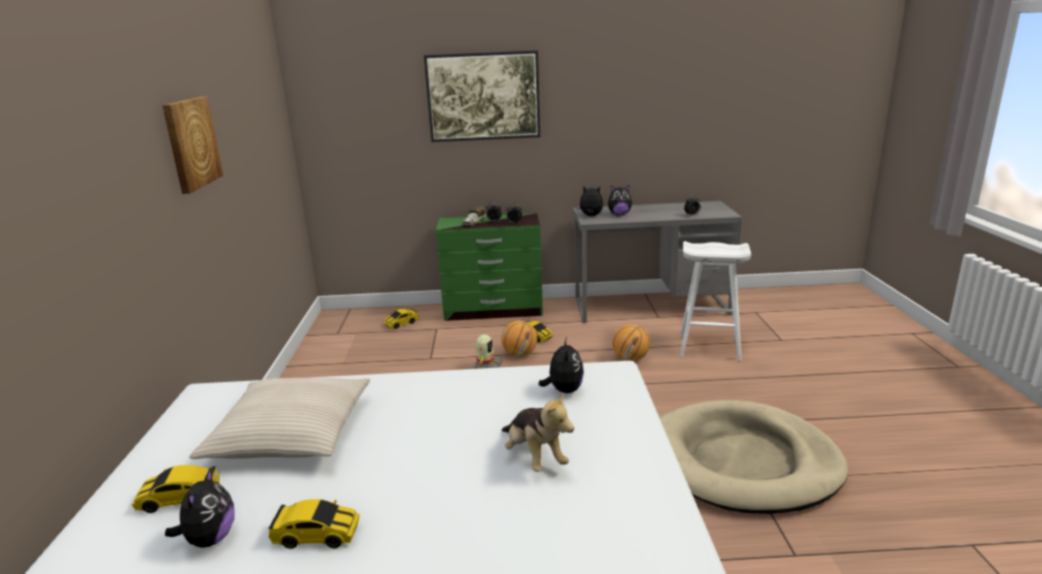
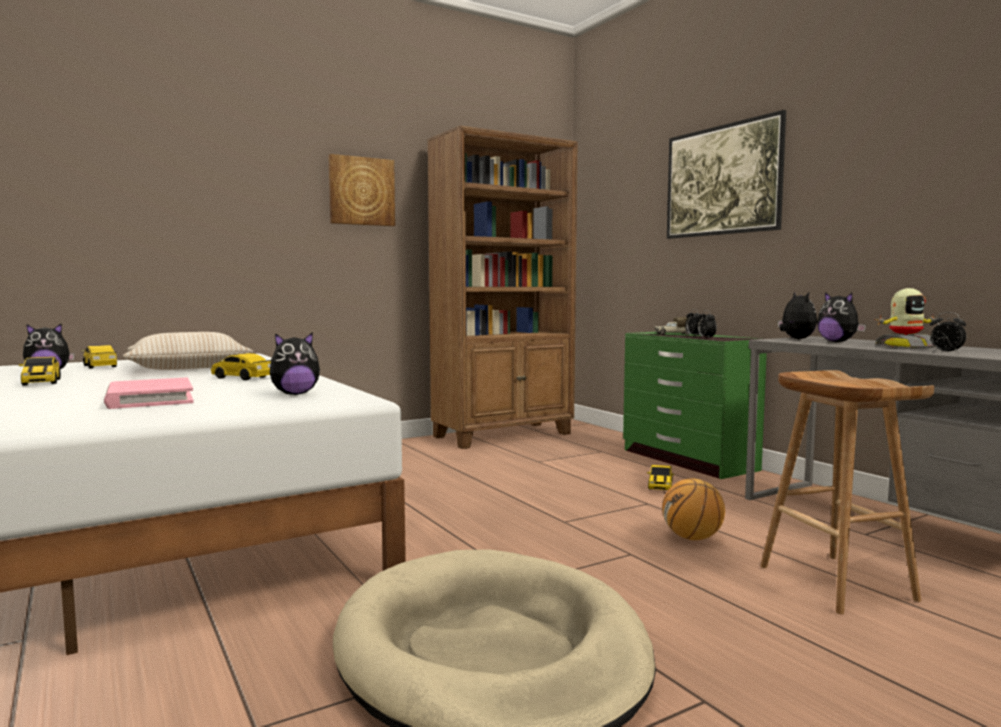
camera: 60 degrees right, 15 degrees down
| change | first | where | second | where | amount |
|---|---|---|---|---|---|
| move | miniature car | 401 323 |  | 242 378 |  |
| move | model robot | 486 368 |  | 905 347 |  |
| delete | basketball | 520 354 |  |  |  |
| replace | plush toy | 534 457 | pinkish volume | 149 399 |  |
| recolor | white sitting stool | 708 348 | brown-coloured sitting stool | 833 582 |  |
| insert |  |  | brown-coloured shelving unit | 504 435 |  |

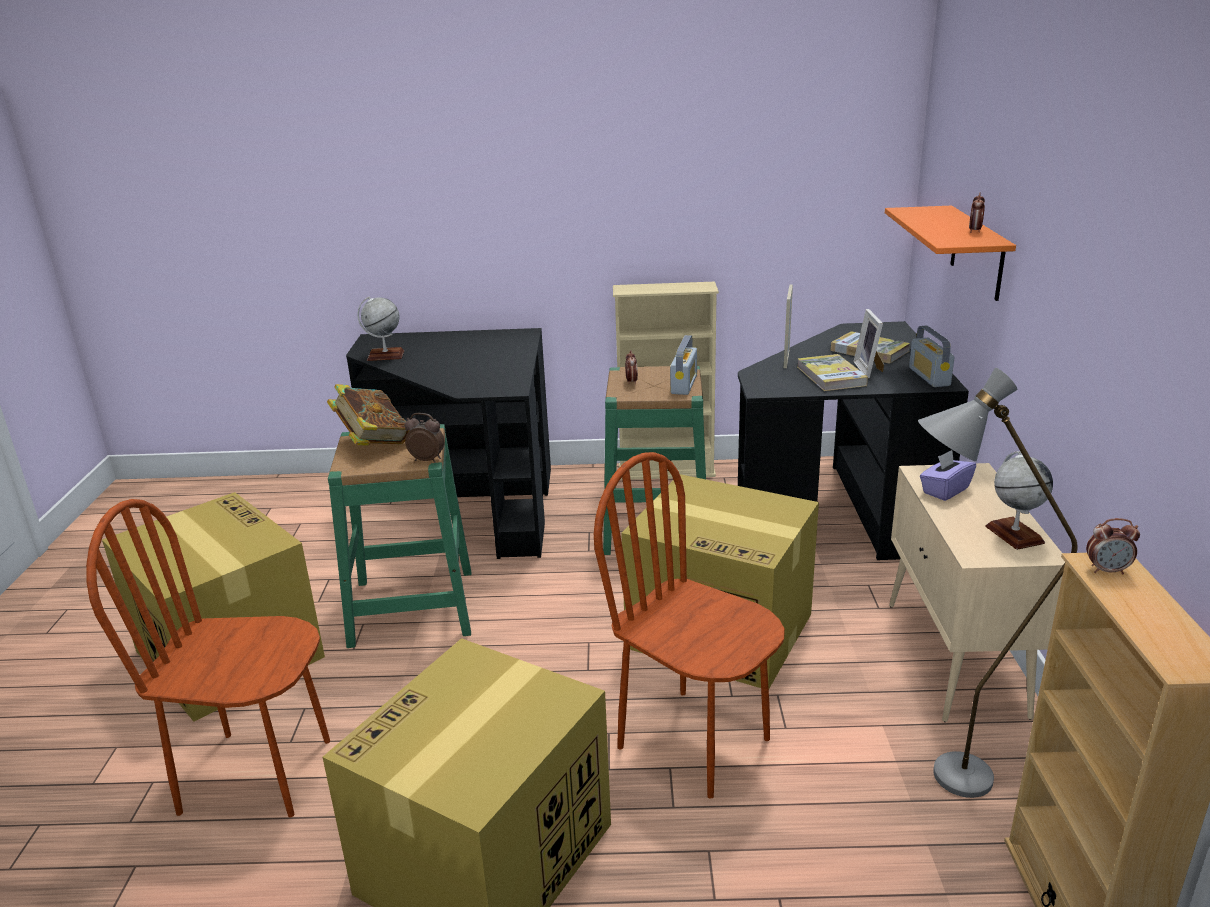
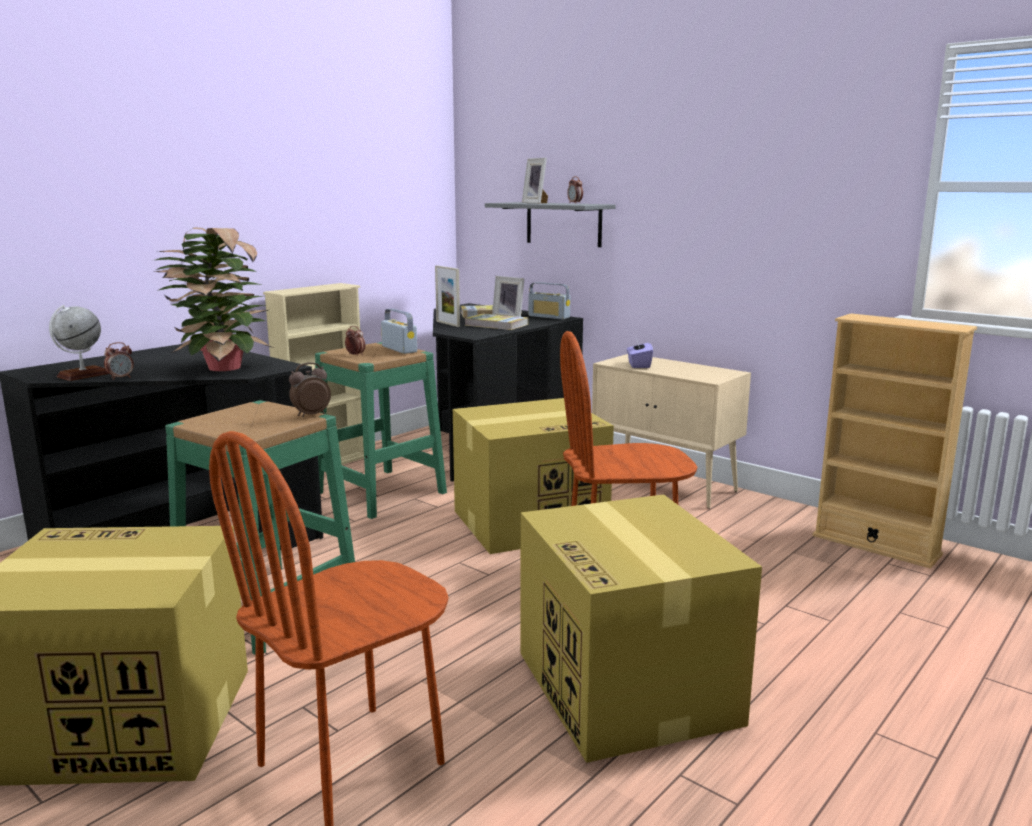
camera: 50 degrees left, 10 degrees down
| change | first | where | second | where | amount |
|---|---|---|---|---|---|
| delete | volume | 373 442 |  |  |  |
| recolor | orangey shelf | 977 252 | greyish shelf | 563 224 |  |
| delete | greyish floor lamp | 941 779 |  |  |  |
| delete | desk globe | 1014 534 |  |  |  |
| move | table clock | 1107 570 |  | 121 378 |  |
| insert |  |  | plant in a pot | 220 368 |  |
| insert |  |  | picture frame | 537 203 |  |

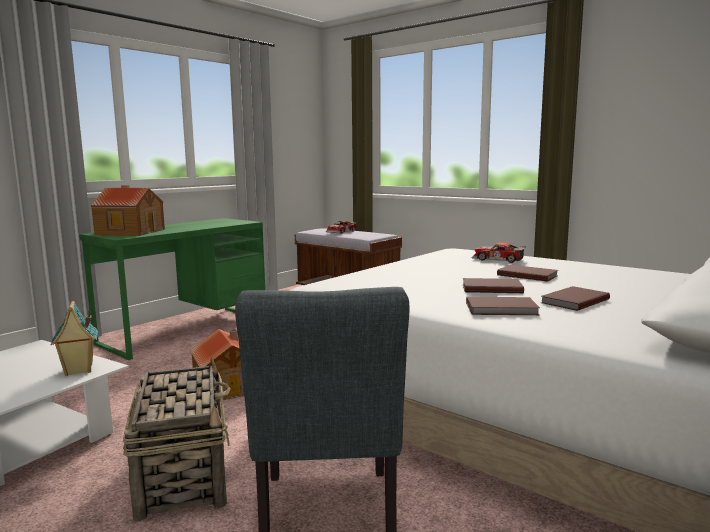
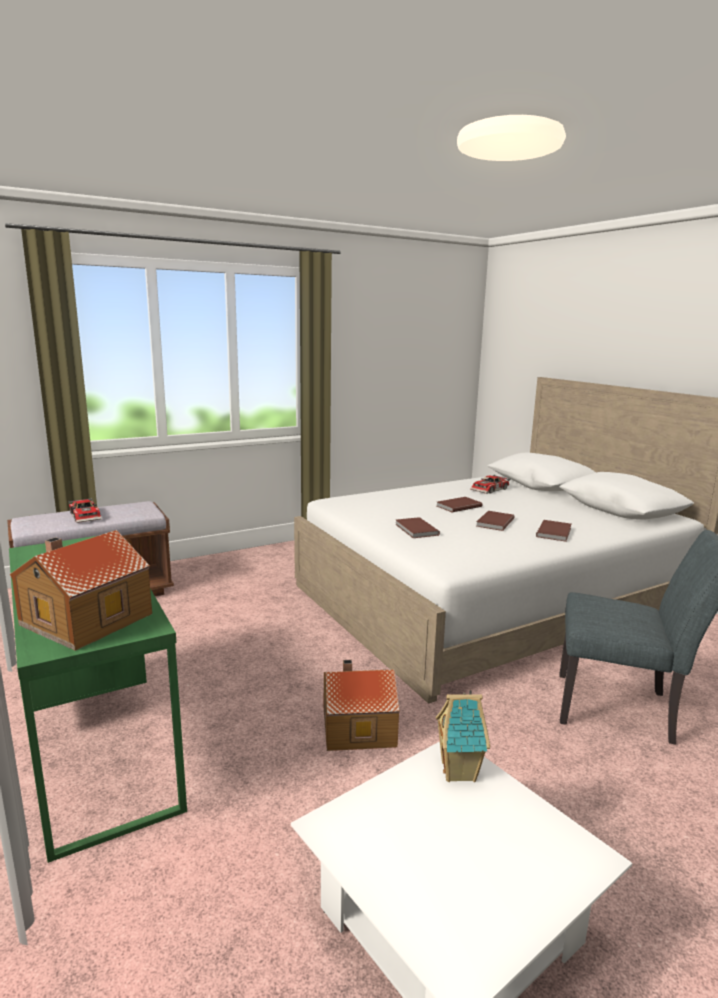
camera: 70 degrees left, 5 degrees up
| change | first | where | second | where | amount |
|---|---|---|---|---|---|
| delete | basket | 183 473 |  |  |  |
| move | miniature car | 497 259 |  | 491 490 |  |
| move | brown-coloured volume | 573 301 |  | 415 530 |  |

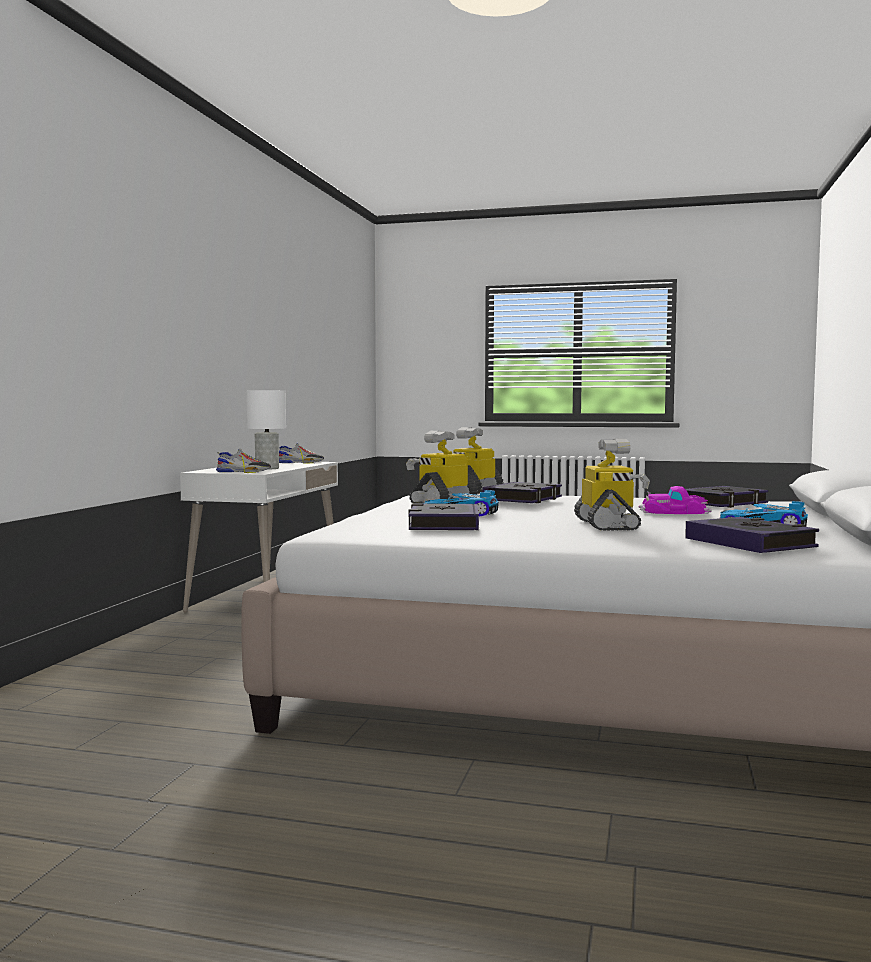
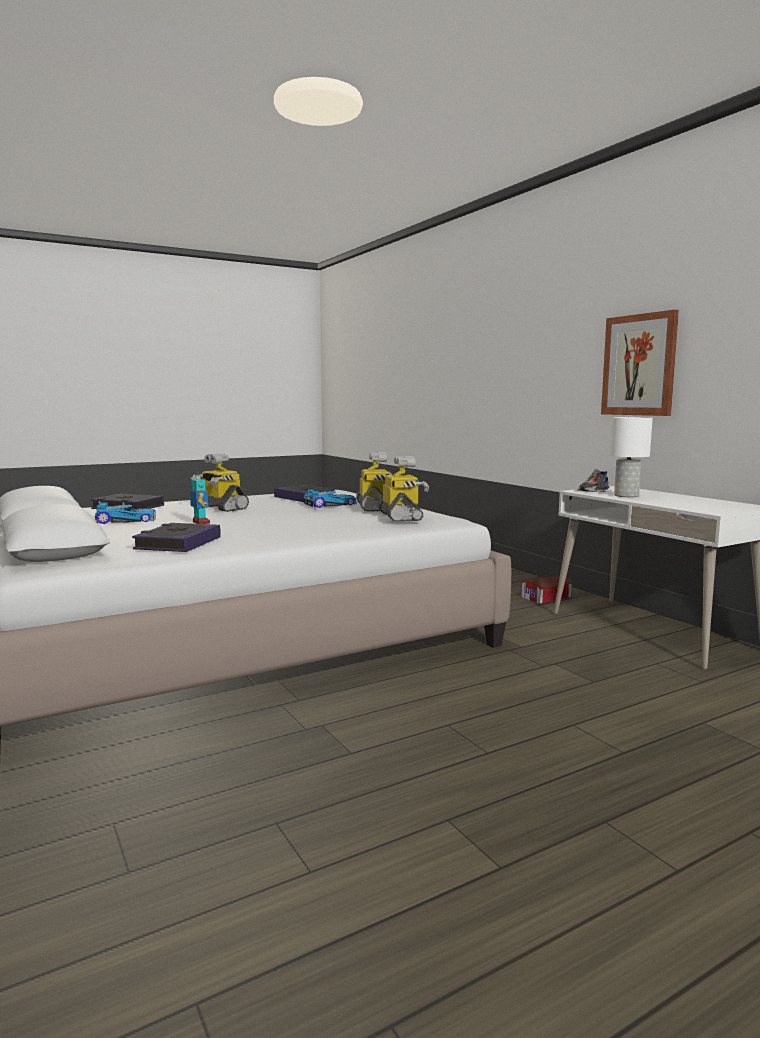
camera: 135 degrees right, 5 degrees up
| change | first | where | second | where | amount |
|---|---|---|---|---|---|
| delete | item of footwear | 300 462 |  |  |  |
| delete | volume | 523 499 |  |  |  |
| replace | miniature car | 674 512 | model robot | 200 523 |  |
| insert |  |  | miniature house | 548 597 |  |
| insert |  |  | wall picture | 639 365 |  |

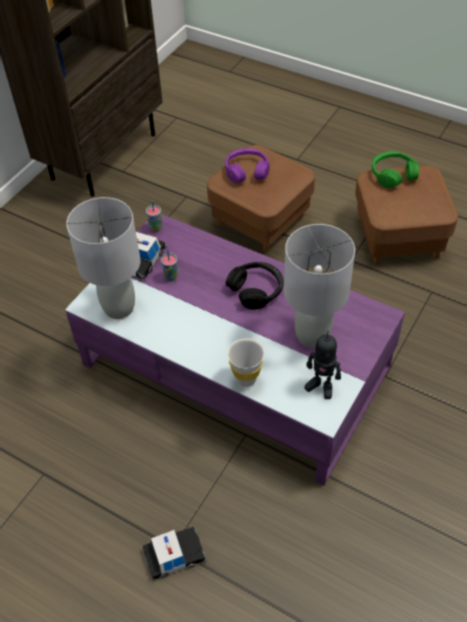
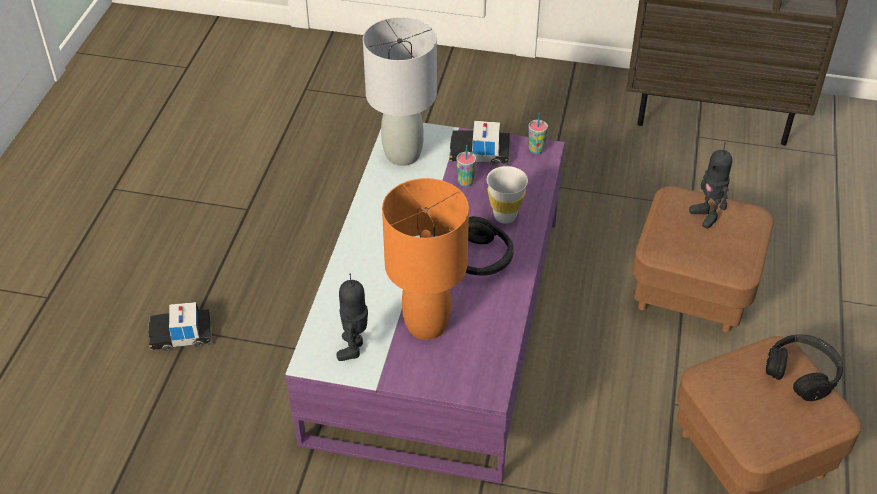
camera: 70 degrees right, 5 degrees down
| change | first | where | second | where | amount |
|---|---|---|---|---|---|
| rotate | miniature car | 174 555 |  | 181 334 | 120 degrees clockwise |
| replace | purple-coloured headset | 247 171 | model robot | 707 215 |  |
| move | white small cup | 246 379 |  | 505 216 |  |
| recolor | greyish lamp for a table | 312 336 | orangey lamp for a table | 427 325 |  |
| recolor | green headset | 393 175 | black headset | 802 373 |  |

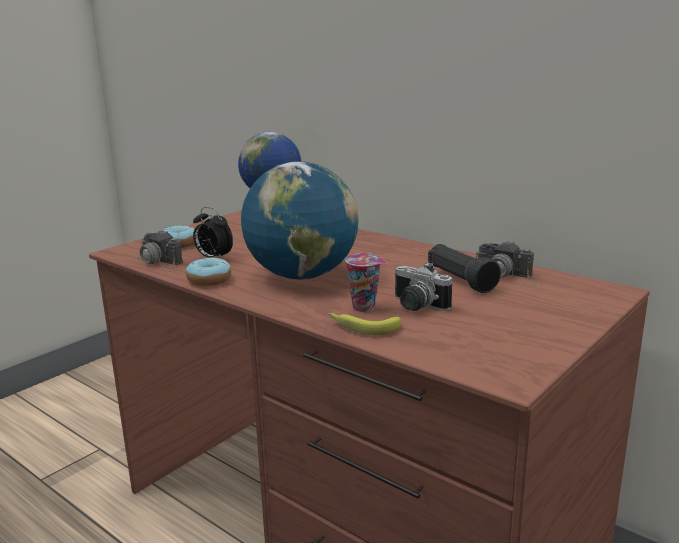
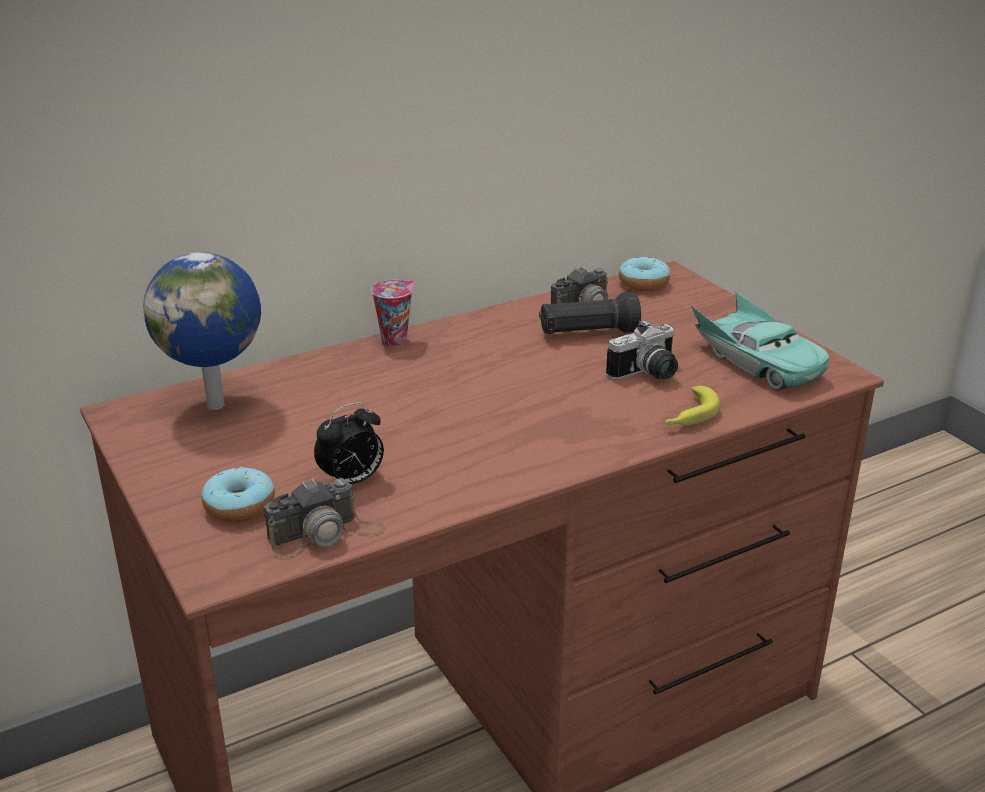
camera: 70 degrees left, 10 degrees up
| change | first | where | second | where | amount |
|---|---|---|---|---|---|
| move | ring doughnut | 209 280 |  | 643 283 |  |
| delete | desk globe | 302 276 |  |  |  |
| move | small cup | 365 307 |  | 395 340 |  |
| insert |  |  | turquoise-coloured miniature car | 758 362 |  |

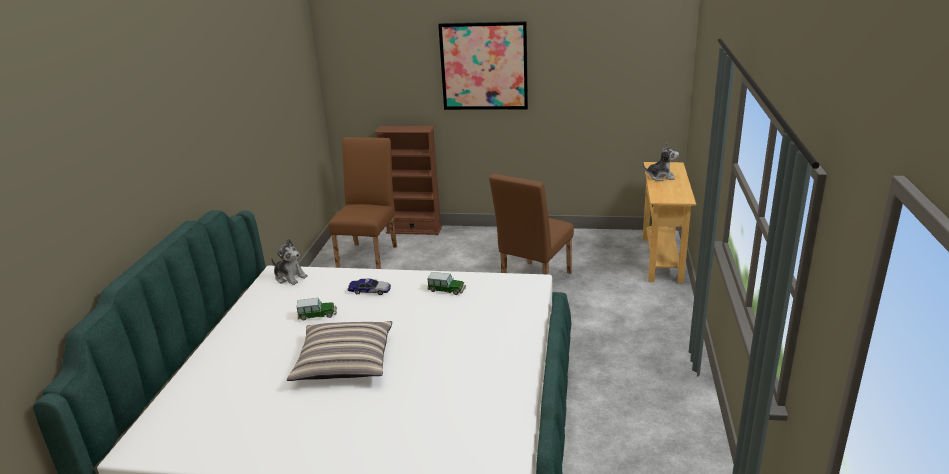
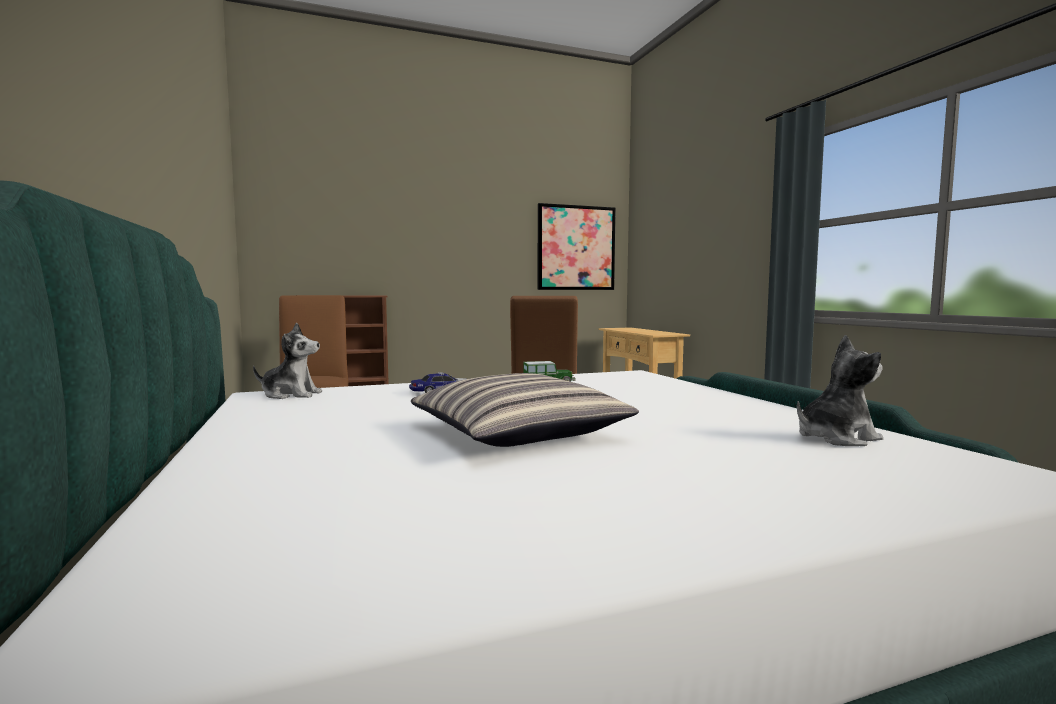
camera: 30 degrees left, 20 degrees down
| change | first | where | second | where | amount |
|---|---|---|---|---|---|
| delete | miniature car | 317 315 |  |  |  |
| move | wall picture | 484 66 |  | 576 248 |  |
| move | plush toy | 660 177 |  | 836 438 |  |

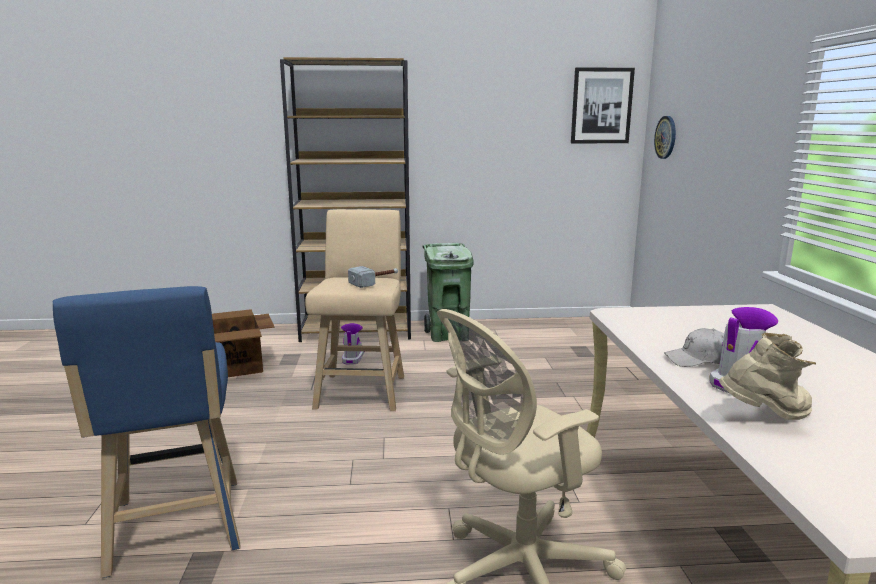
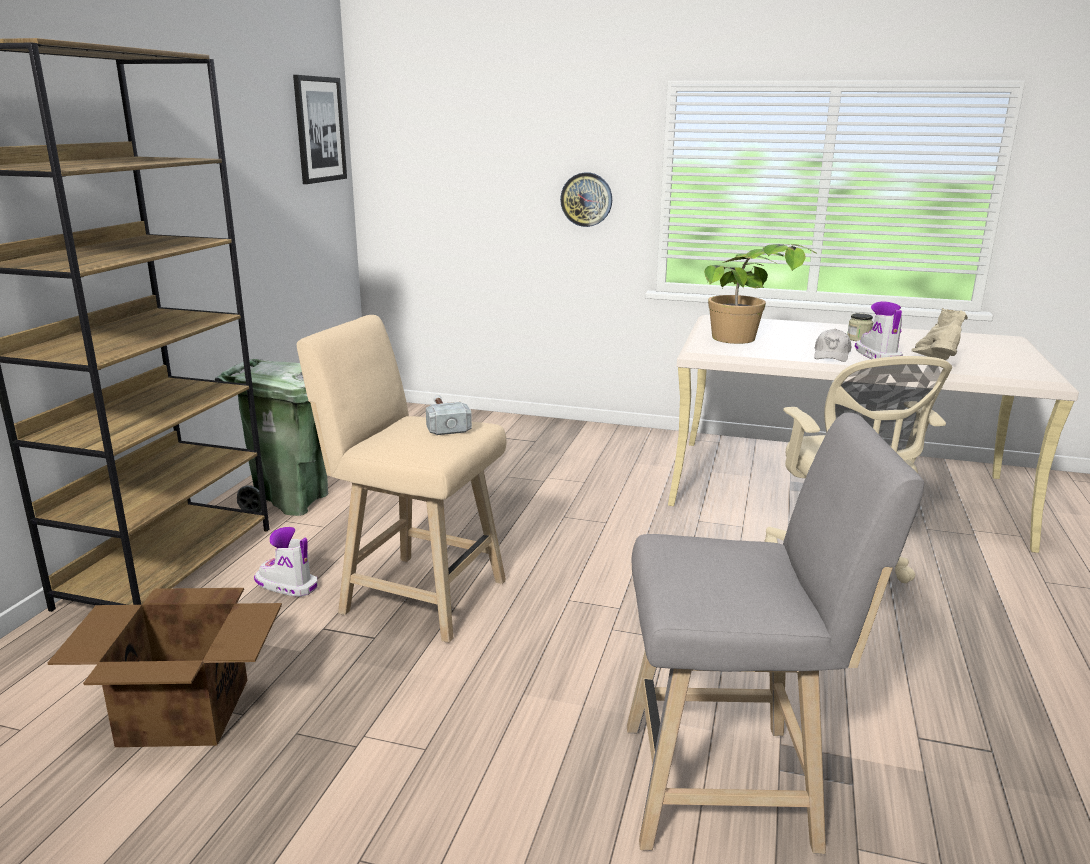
camera: 70 degrees left, 5 degrees up
| change | first | where | second | where | amount |
|---|---|---|---|---|---|
| recolor | blue sitting stool | 176 531 | greyish sitting stool | 730 786 |  |
| move | clock on the wall | 666 137 |  | 586 199 |  |
| insert |  |  | plant in a pot | 746 344 |  |
| insert |  |  | preserve jar | 858 339 |  |

